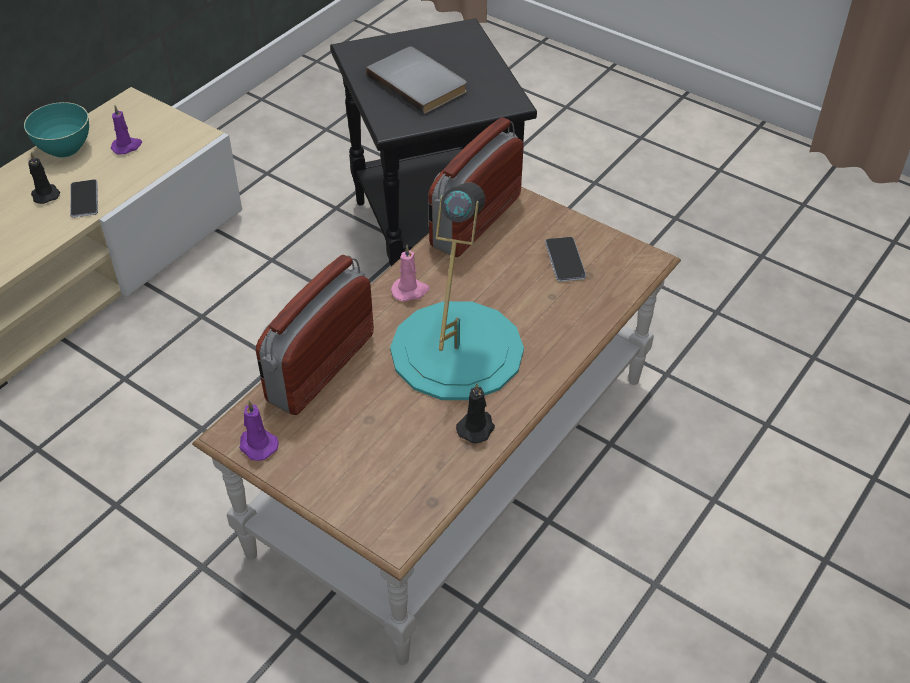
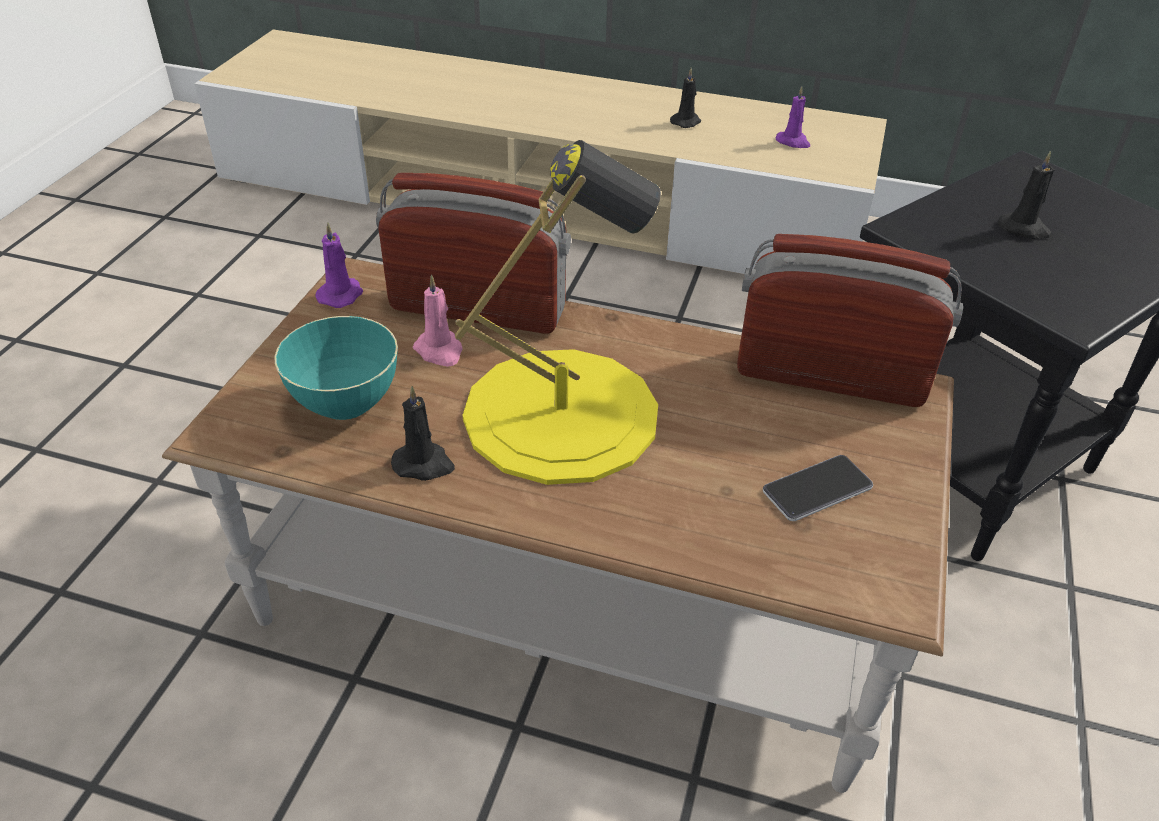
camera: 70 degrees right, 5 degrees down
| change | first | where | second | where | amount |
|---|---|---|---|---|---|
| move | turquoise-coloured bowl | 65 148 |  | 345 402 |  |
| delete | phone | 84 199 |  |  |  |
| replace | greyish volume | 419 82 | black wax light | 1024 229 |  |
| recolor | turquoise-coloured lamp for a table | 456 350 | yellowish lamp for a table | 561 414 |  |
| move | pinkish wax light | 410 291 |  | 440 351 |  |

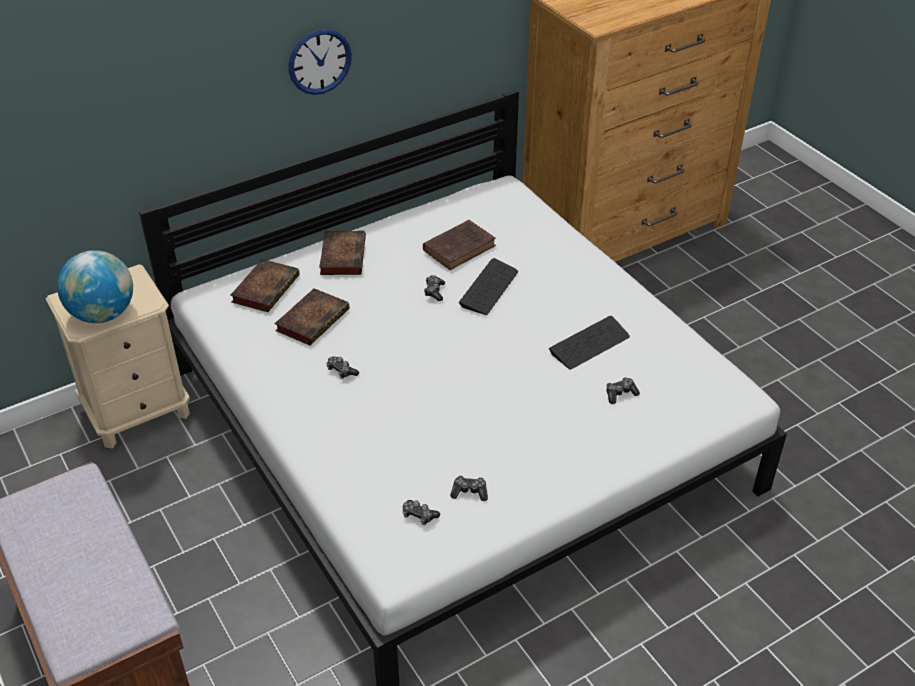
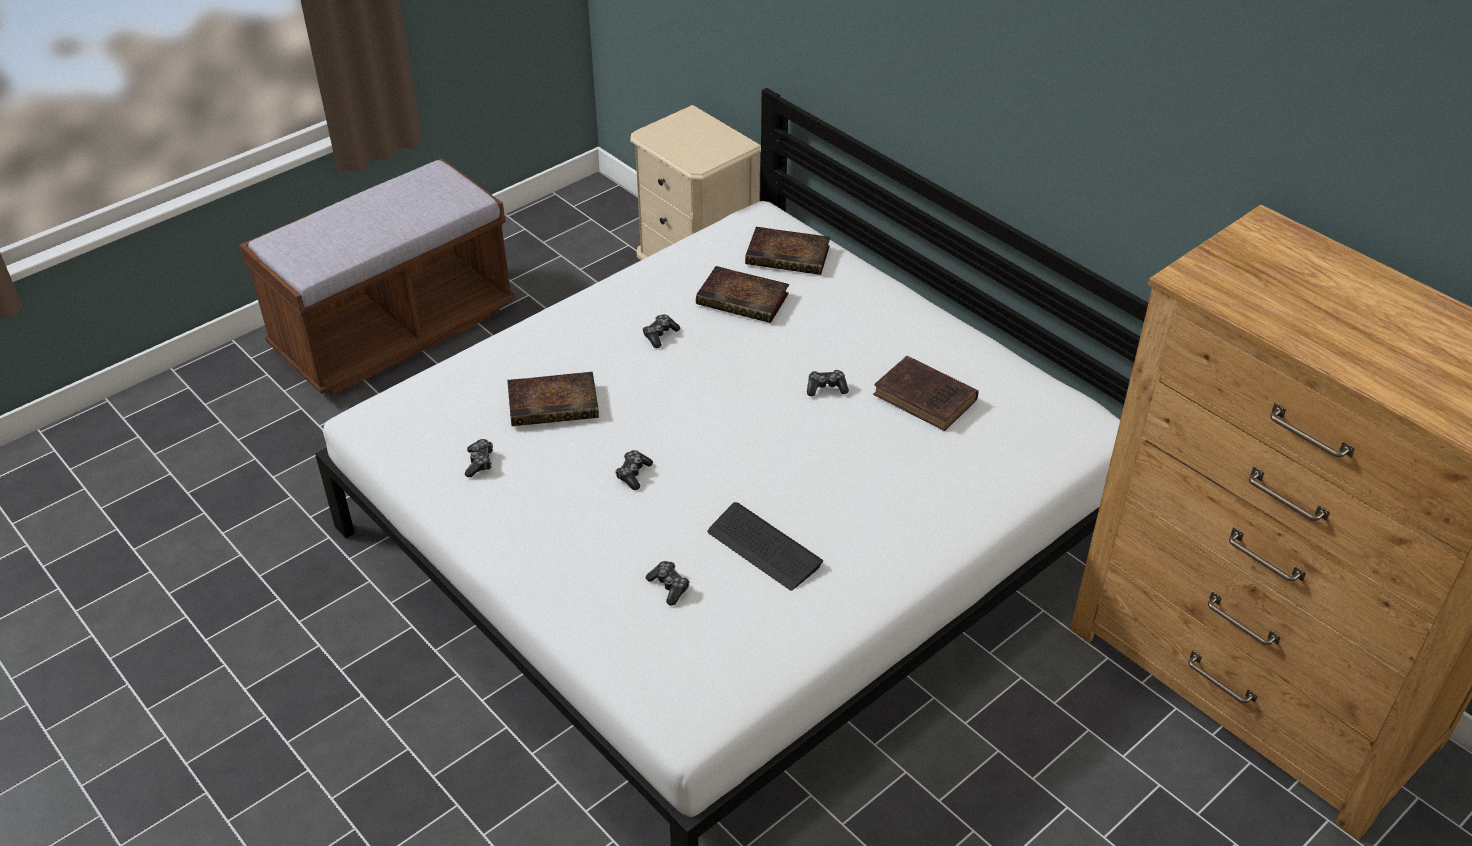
camera: 80 degrees right, 0 degrees up
| change | first | where | second | where | amount |
|---|---|---|---|---|---|
| delete | desk globe | 103 314 |  |  |  |
| delete | clock on the wall | 319 61 |  |  |  |
| move | volume | 342 255 |  | 555 403 |  |
| move | game controller | 419 515 |  | 633 474 |  |
| delete | computer keyboard | 489 288 |  |  |  |

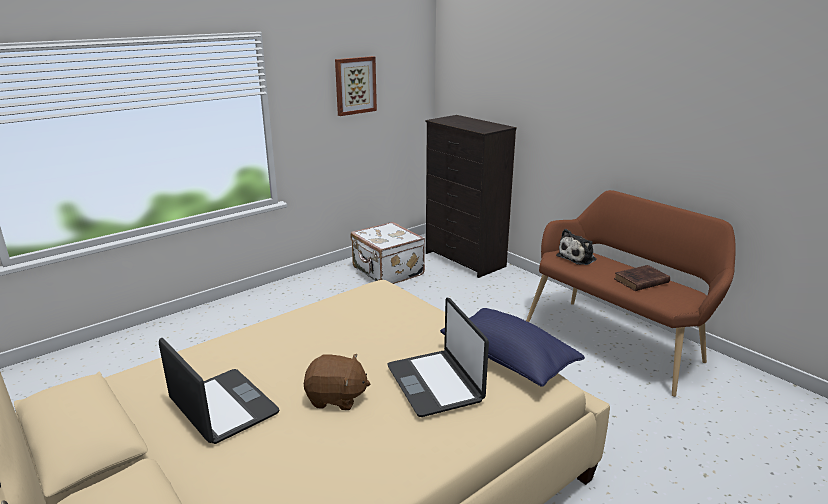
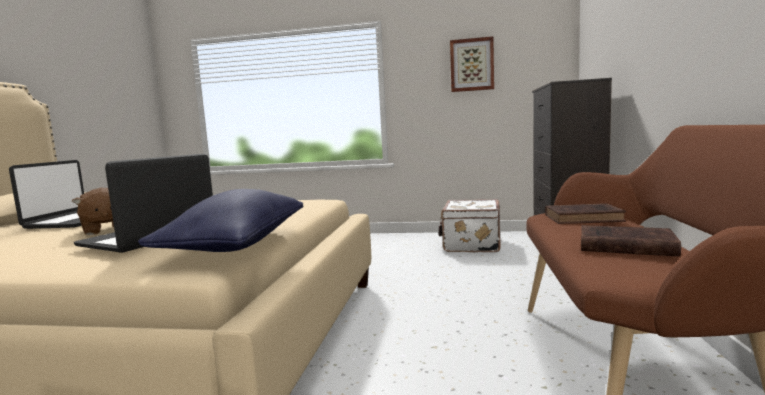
camera: 50 degrees right, 15 degrees down
| change | first | where | second | where | amount |
|---|---|---|---|---|---|
| replace | plush toy | 578 257 | brown-coloured volume | 585 218 |  |

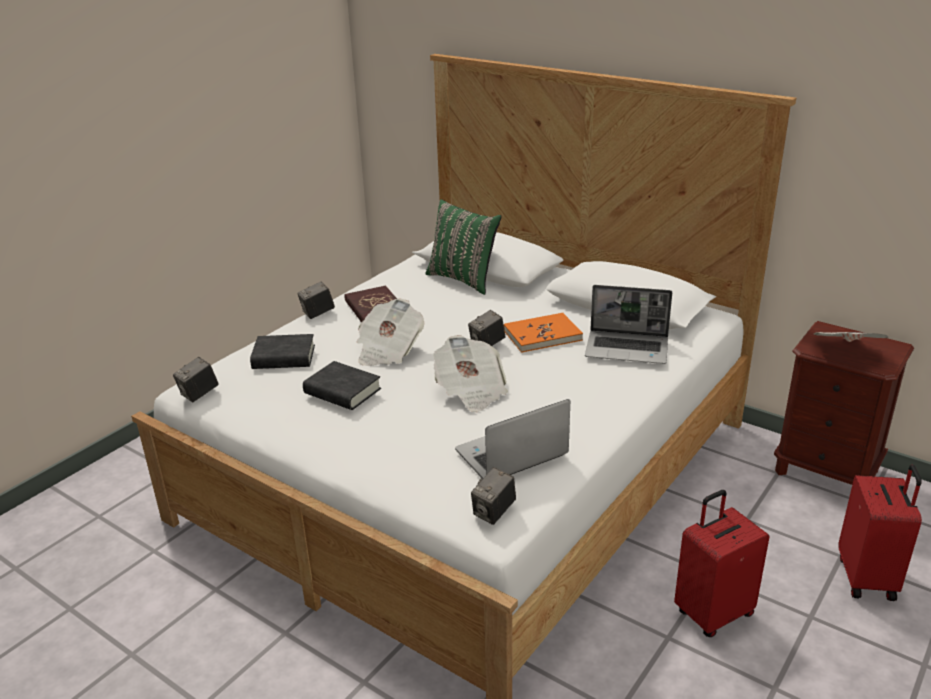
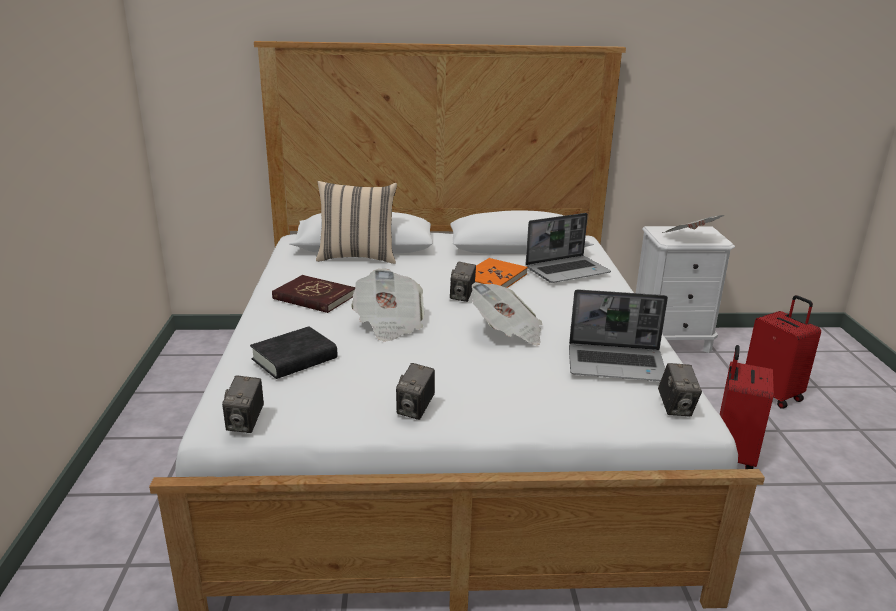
camera: 40 degrees left, 5 degrees down
| change | first | where | second | where | amount |
|---|---|---|---|---|---|
| move | still camera | 317 313 |  | 415 409 |  |
| delete | black volume | 342 391 |  |  |  |
| recolor | green throw pillow | 464 279 | beige throw pillow | 357 257 |  |
| rotate | laptop | 511 455 |  | 617 364 | 105 degrees counterclockwise |
| recolor | brown-coloured nightstand | 826 471 | white nightstand | 671 341 |  |

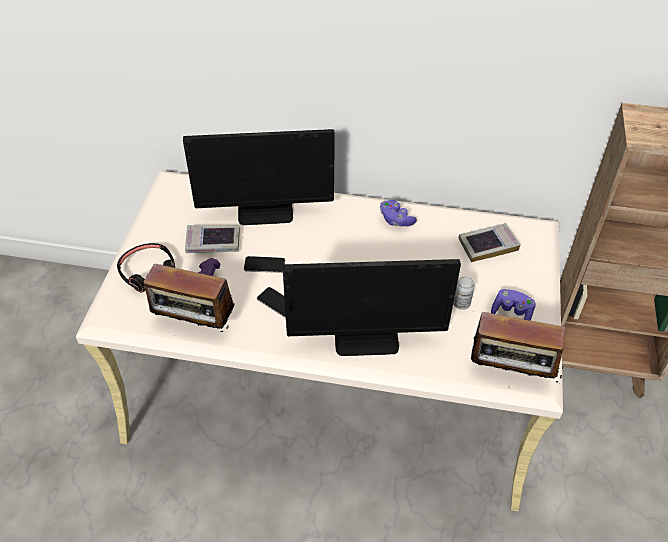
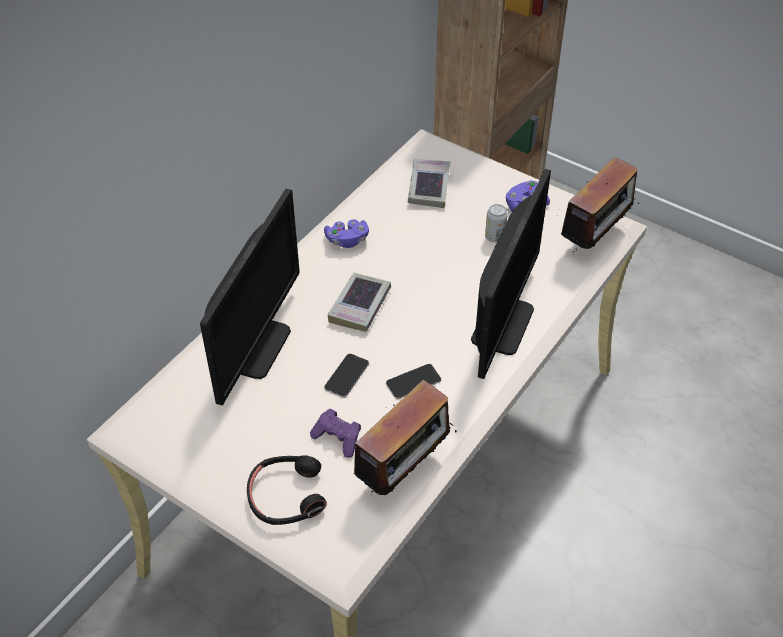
camera: 65 degrees left, 0 degrees up
| change | first | where | second | where | amount |
|---|---|---|---|---|---|
| move | volume | 213 242 |  | 360 306 |  |

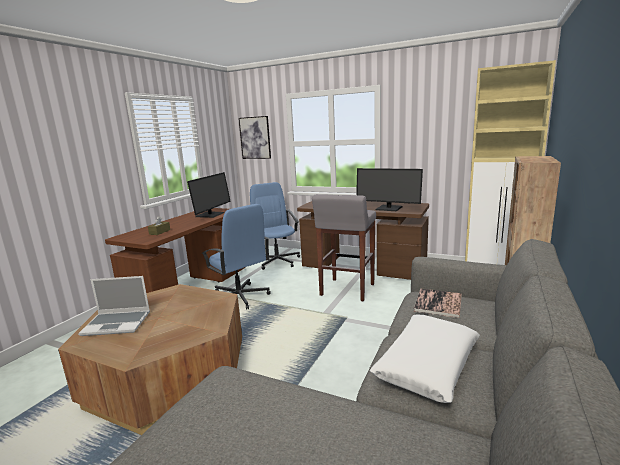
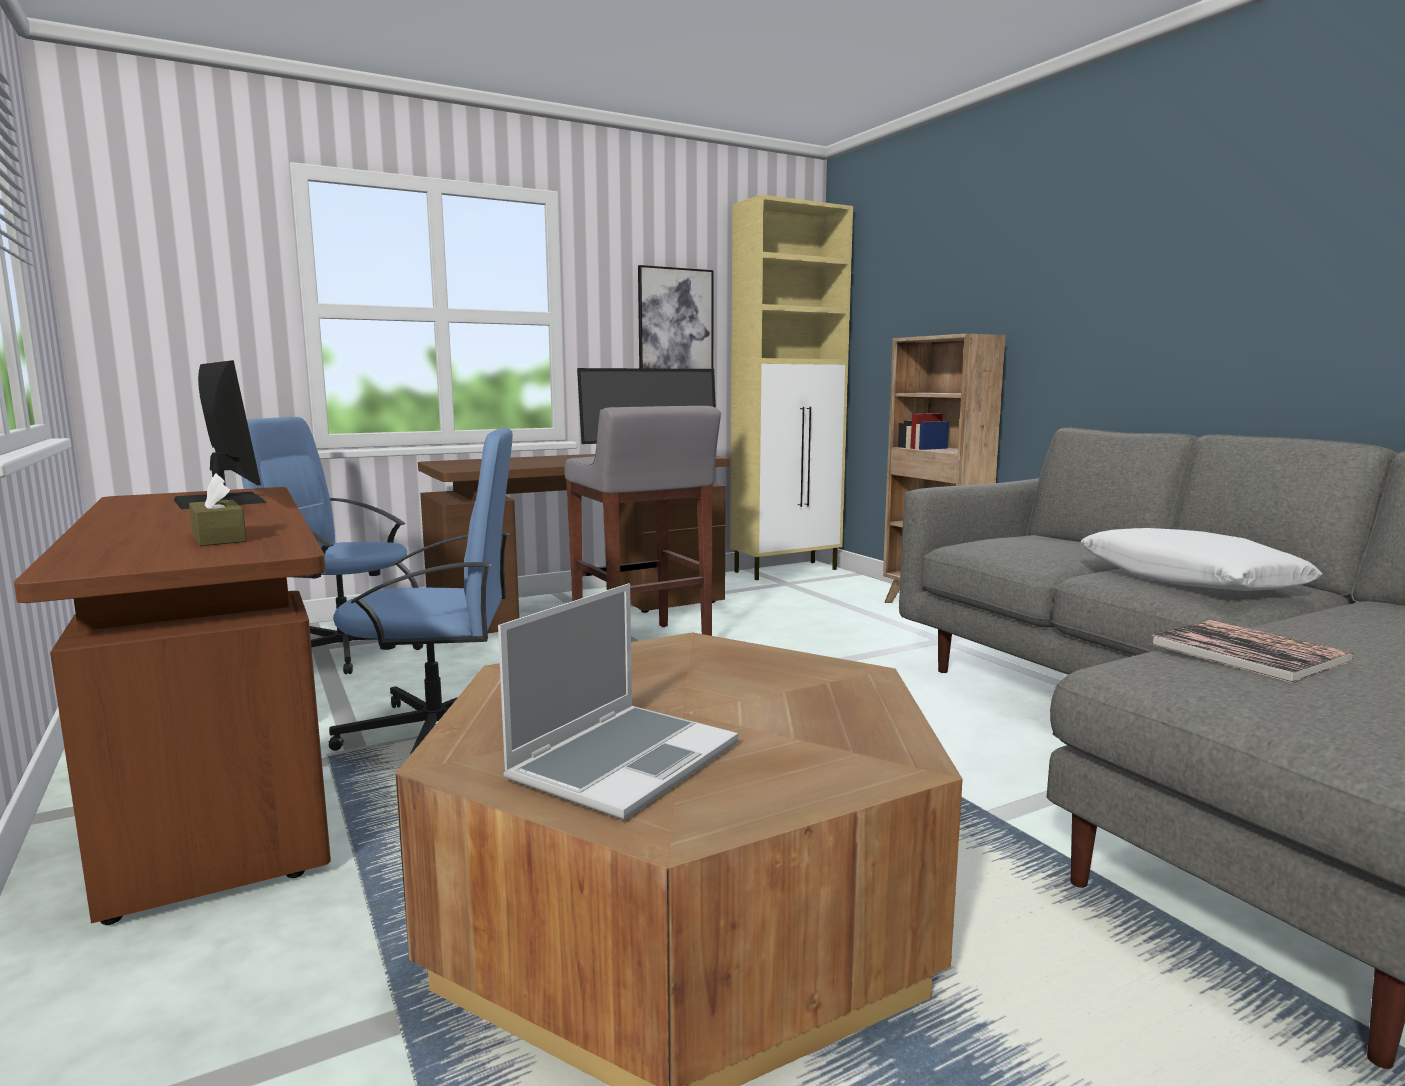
camera: 55 degrees left, 5 degrees down
| change | first | where | second | where | amount |
|---|---|---|---|---|---|
| move | wall picture | 255 138 |  | 675 320 |  |
| move | volume | 438 303 |  | 1248 652 |  |

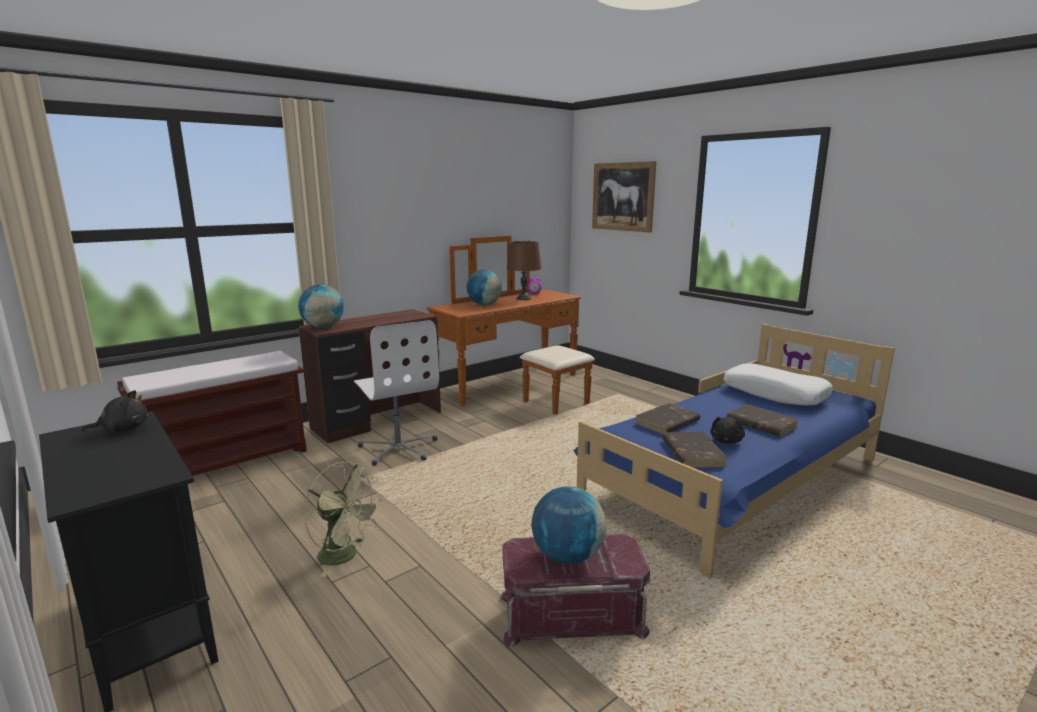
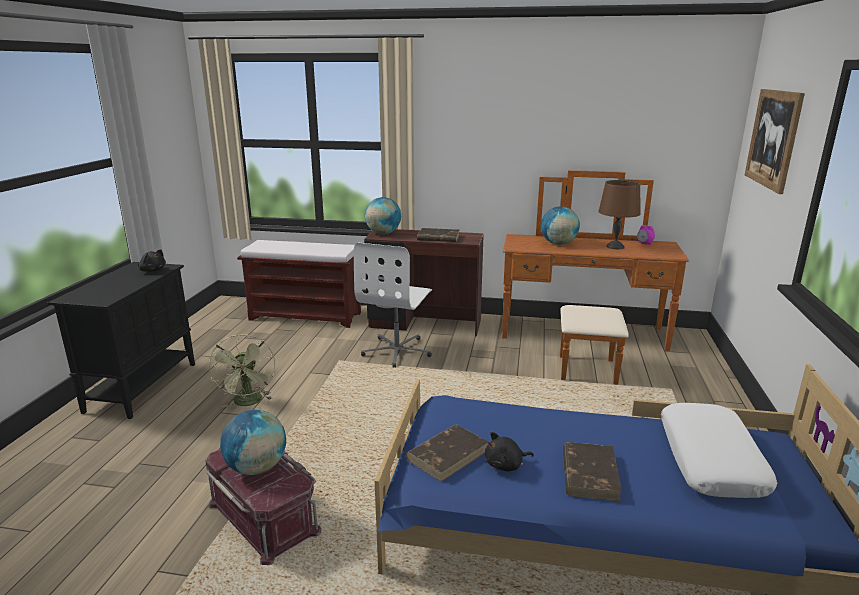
camera: 50 degrees right, 5 degrees up
| change | first | where | second | where | amount |
|---|---|---|---|---|---|
| move | brown-coloured volume | 666 422 |  | 438 238 |  |

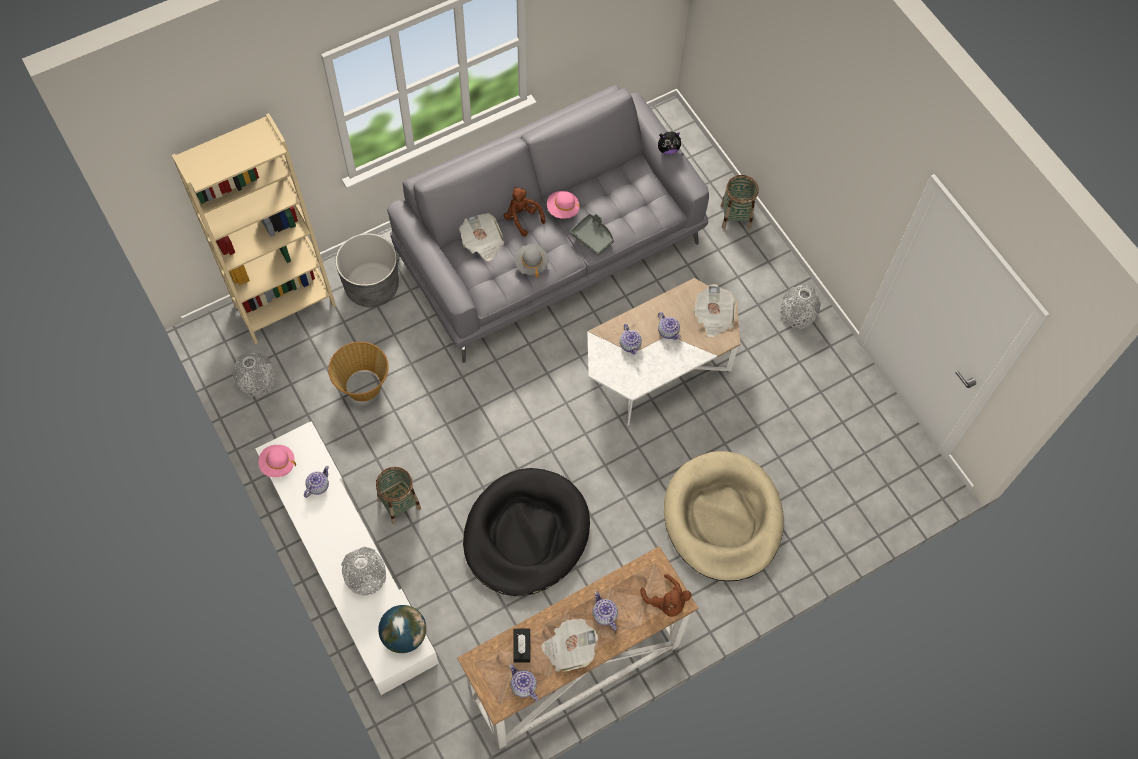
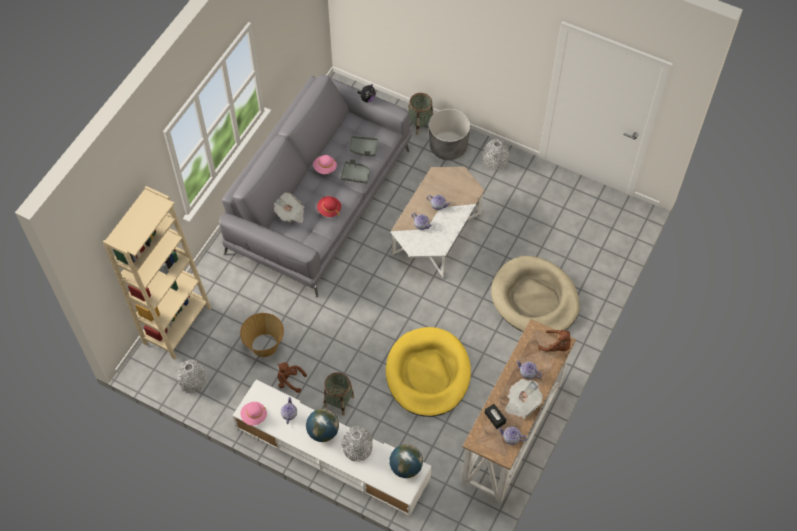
camera: 30 degrees left, 5 degrees down
| change | first | where | second | where | amount |
|---|---|---|---|---|---|
| move | greyish plant pot | 372 286 |  | 448 147 |  |
| recolor | black pet bed | 526 534 | yellowish pet bed | 428 374 |  |
| move | brown-coloured plush toy | 522 218 |  | 289 381 |  |
| recolor | greyish hat | 531 264 | reddish hat | 329 210 |  |
| delete | newspaper | 713 317 |  |  |  |
| insert |  |  | desk globe | 323 432 |  |
| insert |  |  | greyish tray | 363 148 |  |

